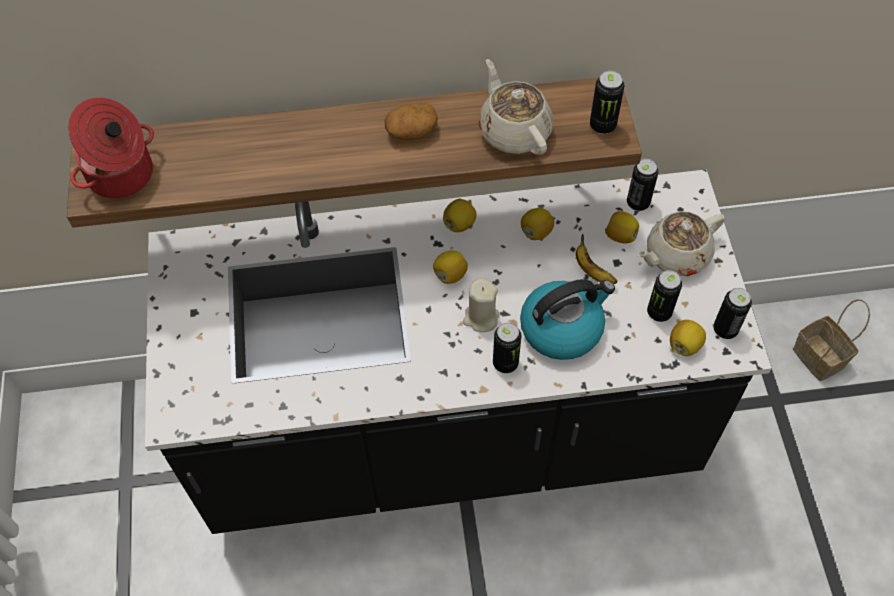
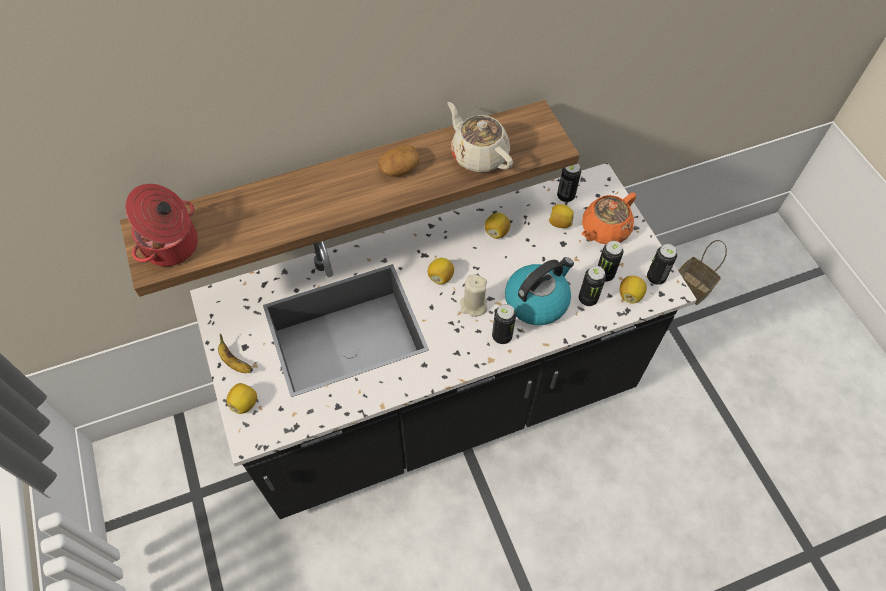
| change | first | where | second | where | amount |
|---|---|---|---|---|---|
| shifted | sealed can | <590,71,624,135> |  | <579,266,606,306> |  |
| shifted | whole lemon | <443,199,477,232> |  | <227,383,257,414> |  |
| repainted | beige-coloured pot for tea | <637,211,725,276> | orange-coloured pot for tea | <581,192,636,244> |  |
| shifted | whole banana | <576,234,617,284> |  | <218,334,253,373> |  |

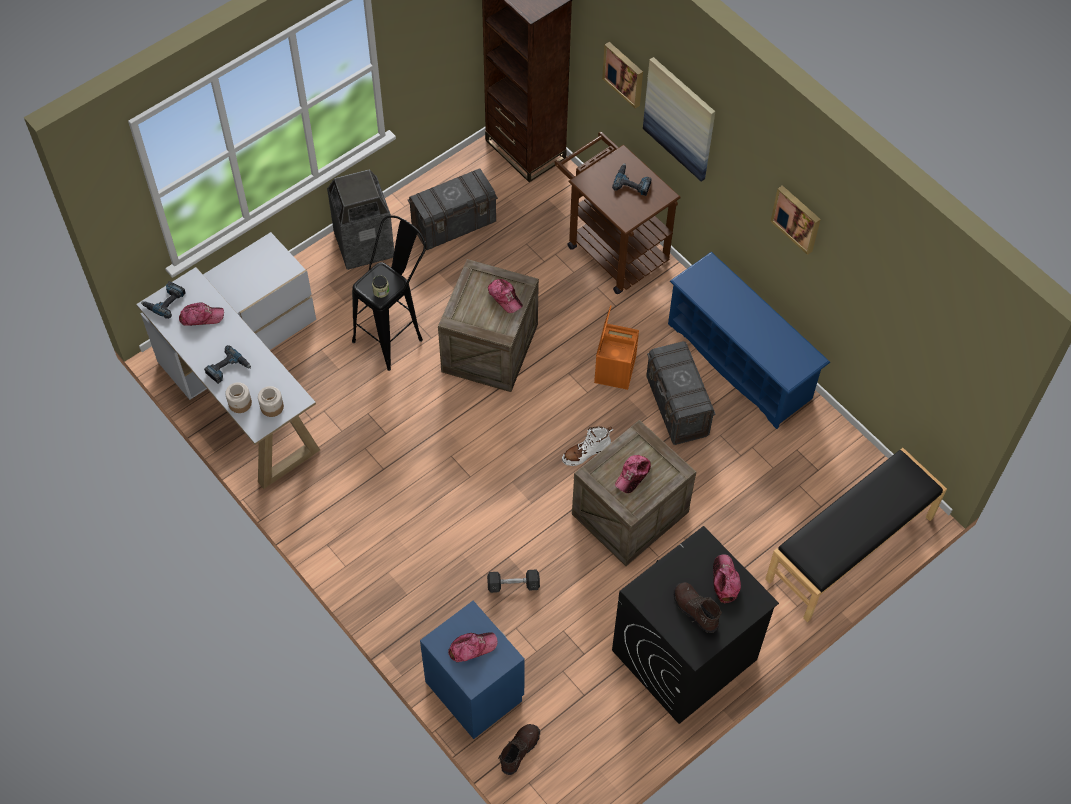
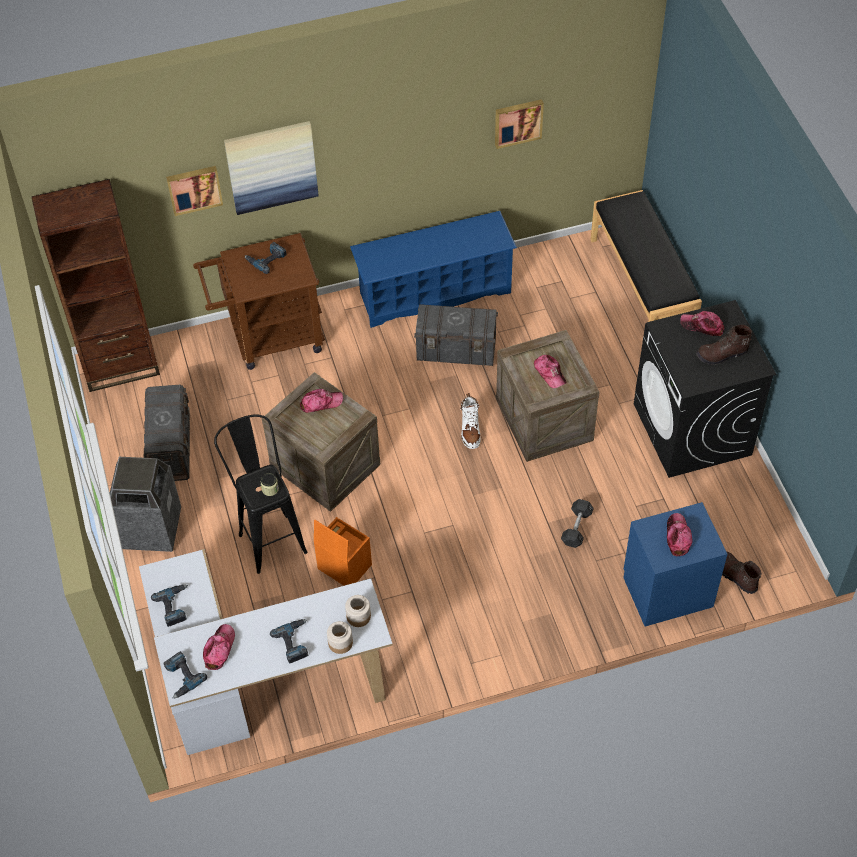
| change | first | where | second | where | amount |
|---|---|---|---|---|---|
| shifted | wall picture | <770,185,821,255> |  | <495,99,544,149> |  |
| shifted | orange-coloured storage bin | <594,305,639,390> |  | <314,517,372,586> |  |
| new |  |  | power drill | <151,584,188,627> |  |

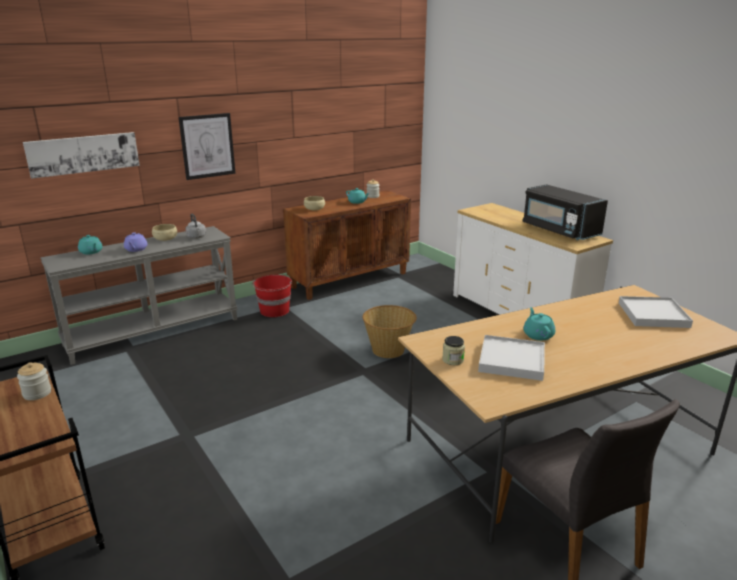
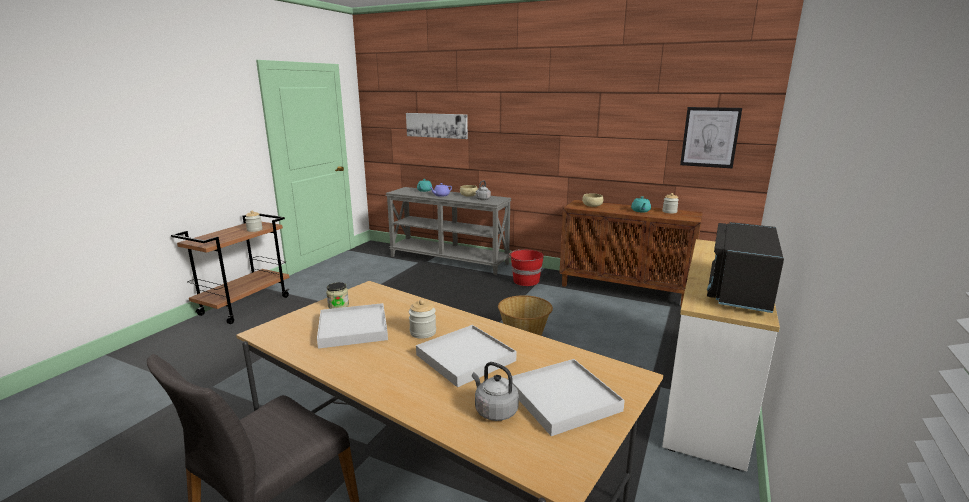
| change | first | where | second | where | amount |
|---|---|---|---|---|---|
| shifted | wall picture | <179,113,235,180> |  | <680,107,742,168> |  |
| swapped | blue-green pot for tea | <523,307,555,340> | storage jar | <409,300,436,339> |  |
| new |  |  | white-coloured carrying tray | <416,325,517,387> |  |
| new |  |  | greyish water kettle | <472,362,519,421> |  |

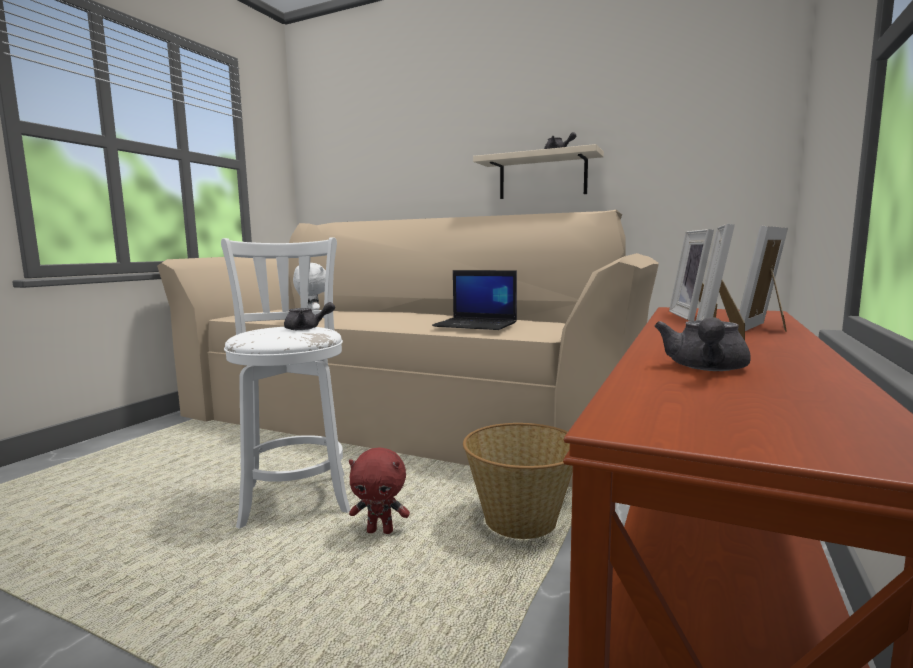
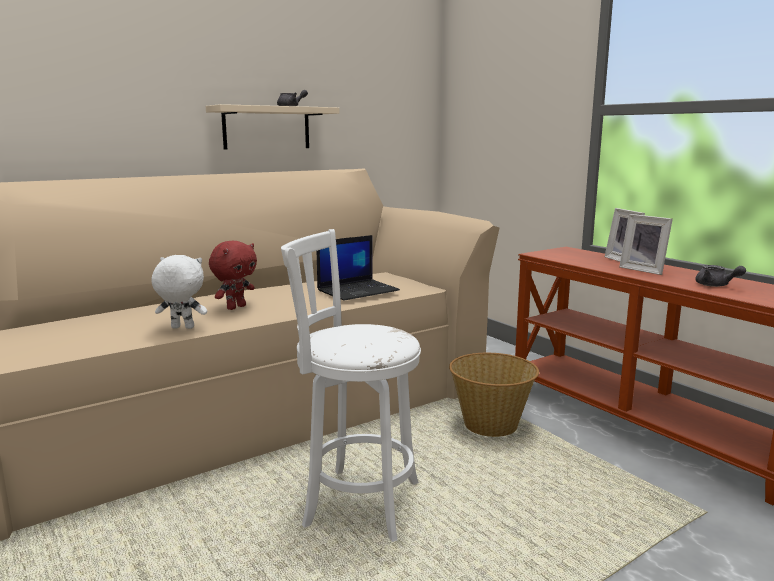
| change | first | where | second | where | amount |
|---|---|---|---|---|---|
| gone | standing frame | <669,229,717,321> |  |  |  |
| gone | greyish pot for tea | <284,302,335,330> |  |  |  |
| shifted | red plush toy | <349,448,410,534> |  | <209,241,257,310> |  |

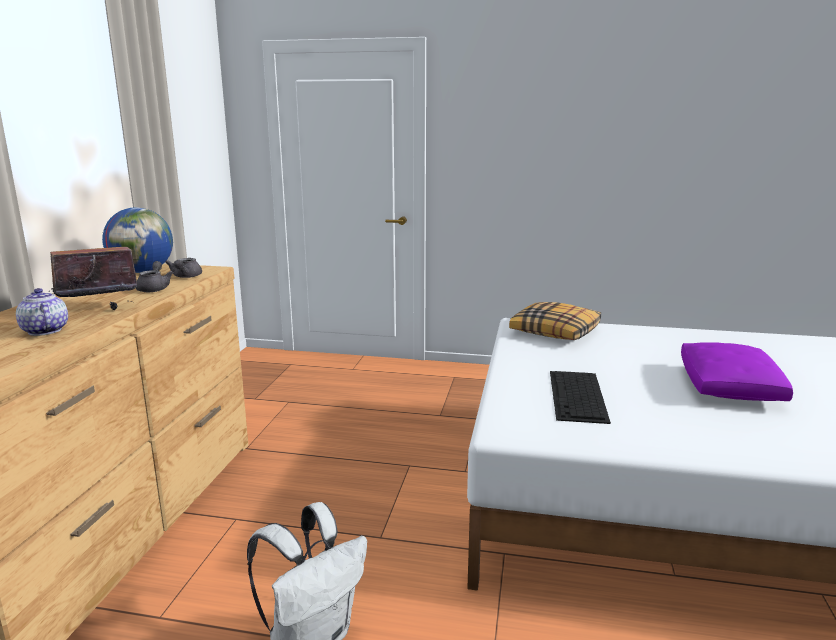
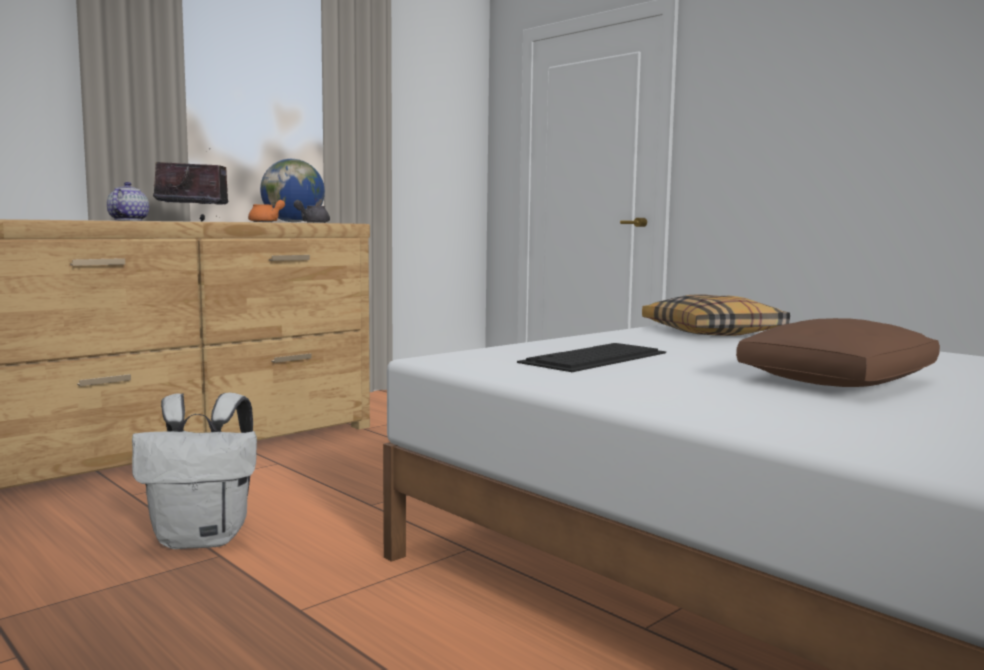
| change | first | where | second | where | amount |
|---|---|---|---|---|---|
| repainted | greyish pot for tea | <136,261,173,292> | orange-coloured pot for tea | <248,200,285,222> |  |
| repainted | purple throw pillow | <681,343,793,401> | brown-coloured throw pillow | <736,318,940,387> |  |

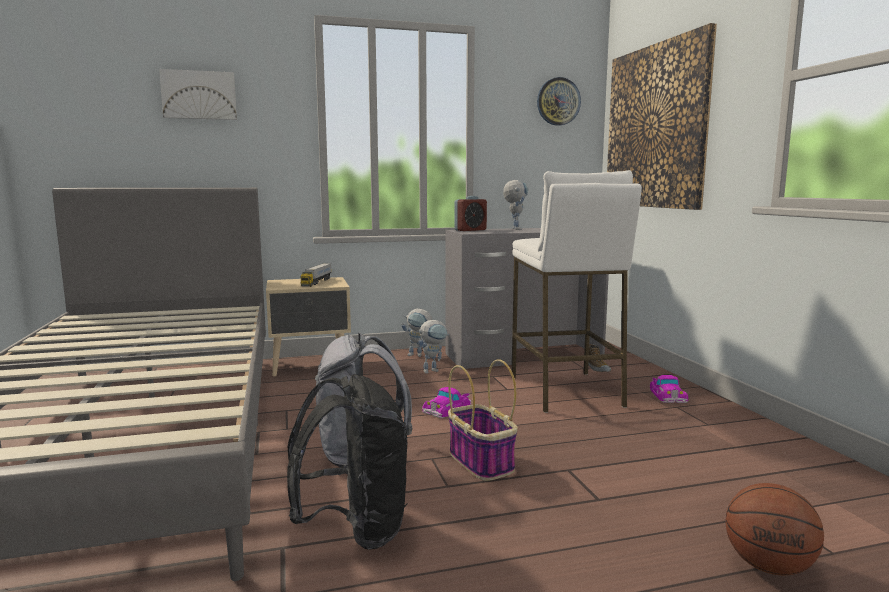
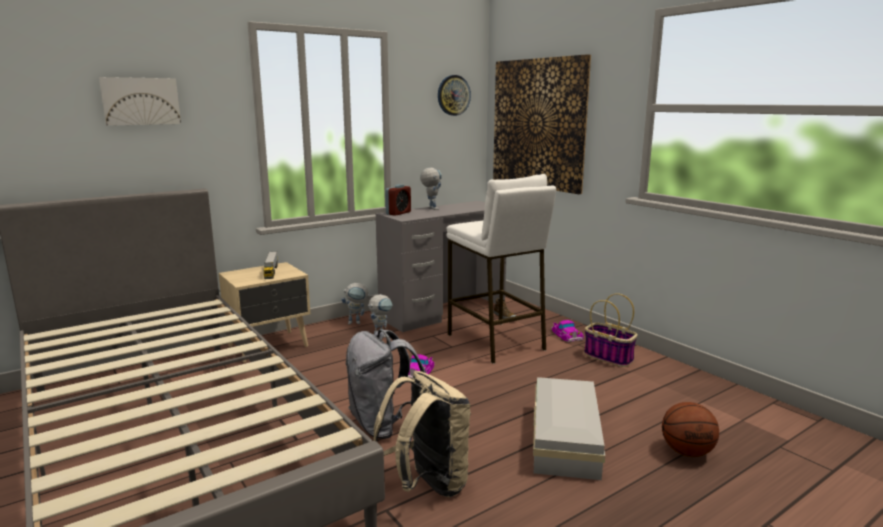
| change | first | where | second | where | amount |
|---|---|---|---|---|---|
| shifted | basket | <448,359,518,481> |  | <584,293,638,367> |  |
| repainted | black rucksack | <287,374,408,550> | beige-coloured rucksack | <374,371,471,497> |  |
| new |  |  | white-coloured storage bin | <533,377,605,480> |  |

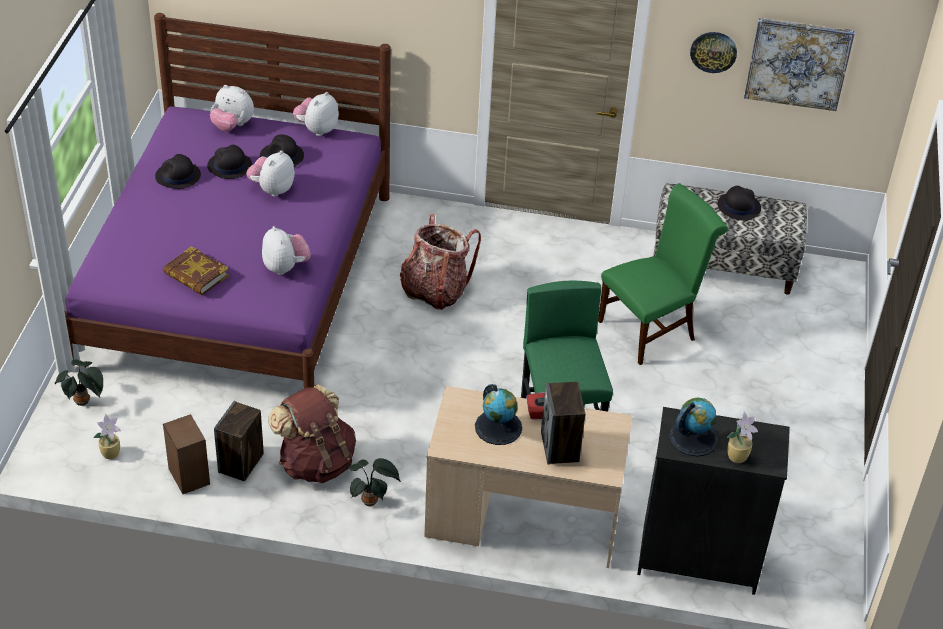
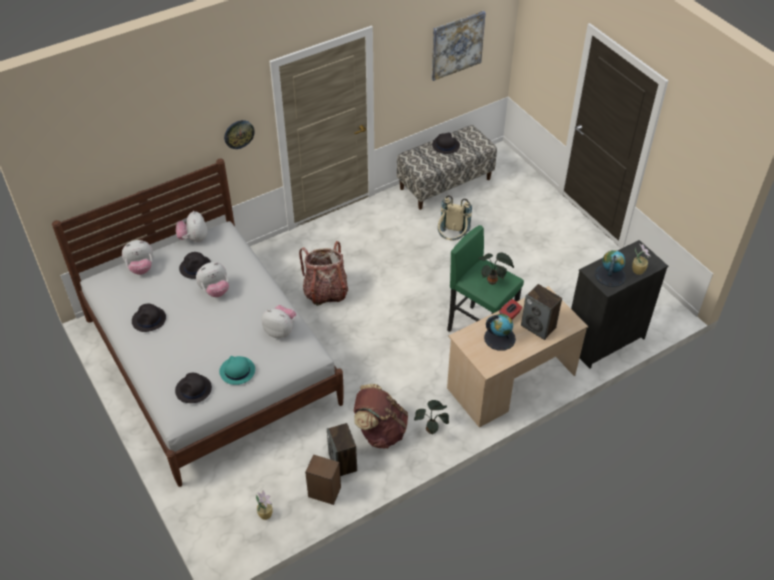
| change | first | where | second | where | amount |
|---|---|---|---|---|---|
| repainted | purple sleeping bed | <64,13,391,389> | white-coloured sleeping bed | <52,159,344,487> |  |
| shifted | wall clock | <690,32,737,73> |  | <224,120,255,149> |  |
| shifted | black clothing hat | <207,145,252,179> |  | <175,373,212,403> |  |
| rotated | plush toy | <246,150,295,197> |  | <196,262,229,297> | 105 degrees counterclockwise |
| swapped | green-coloured chair | <598,183,728,365> | beige-coloured rucksack | <438,196,472,241> |  |
| swapped | bound book | <163,246,229,295> | blue-green clothing hat | <219,356,255,385> |  |
| shifted | plant in a pot | <55,359,103,406> |  | <478,253,514,285> |  |

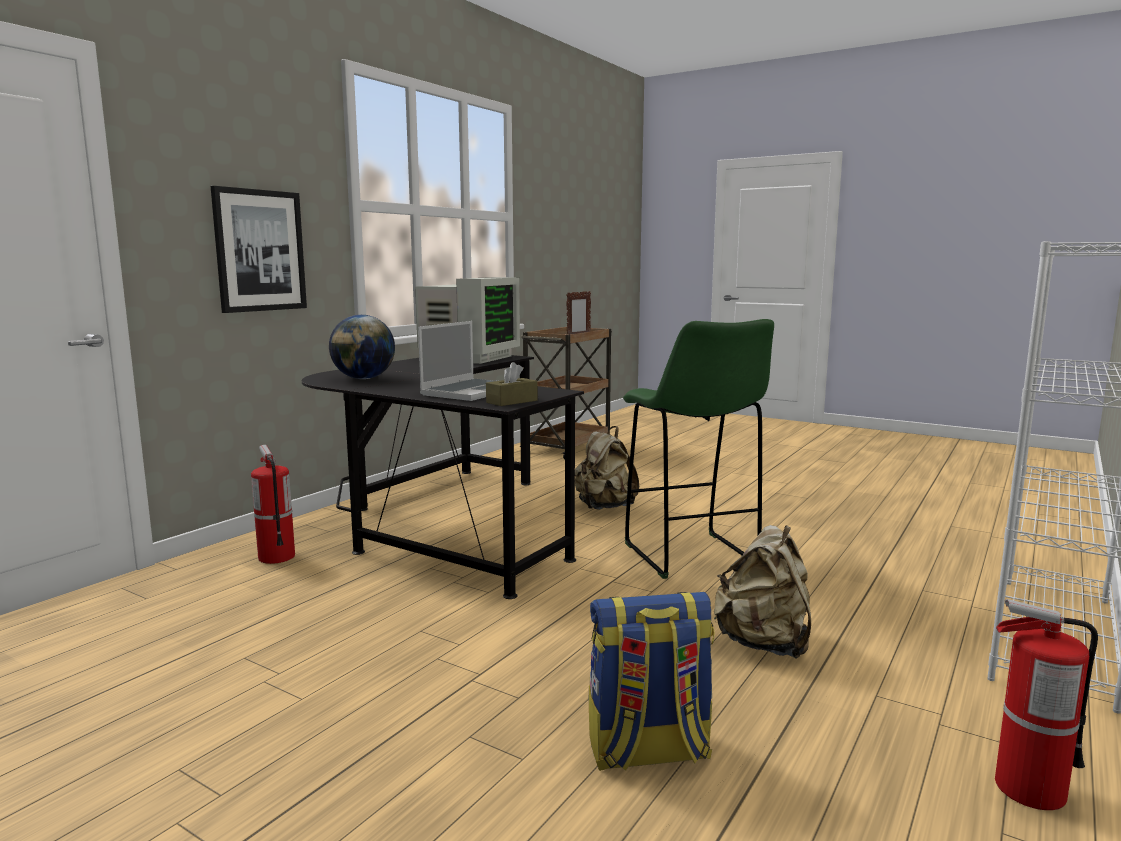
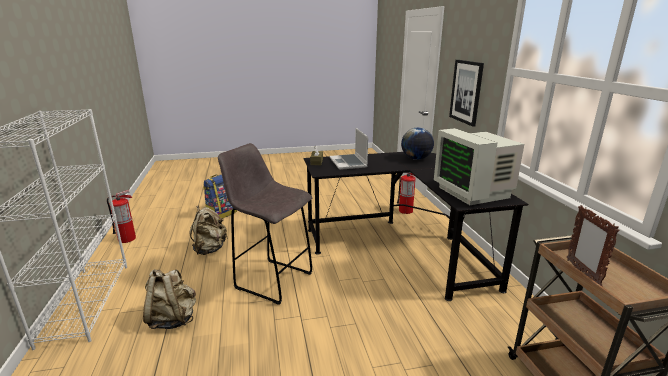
| change | first | where | second | where | amount |
|---|---|---|---|---|---|
| repainted | green-coloured sitting stool | <623,319,774,579> | greyish sitting stool | <218,143,312,305> |  |
| shifted | beige-coloured rucksack | <575,426,639,510> |  | <143,269,196,329> |  |

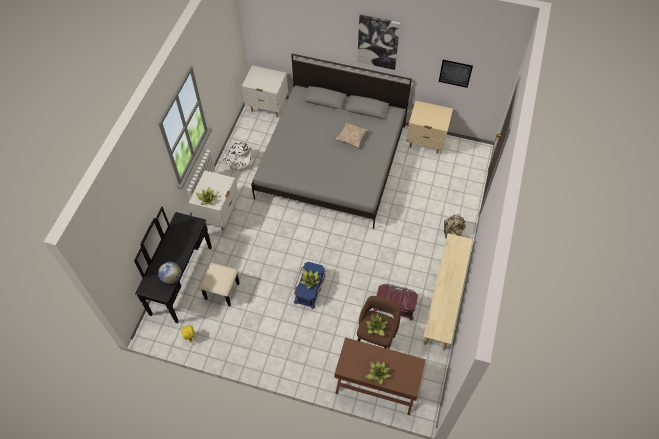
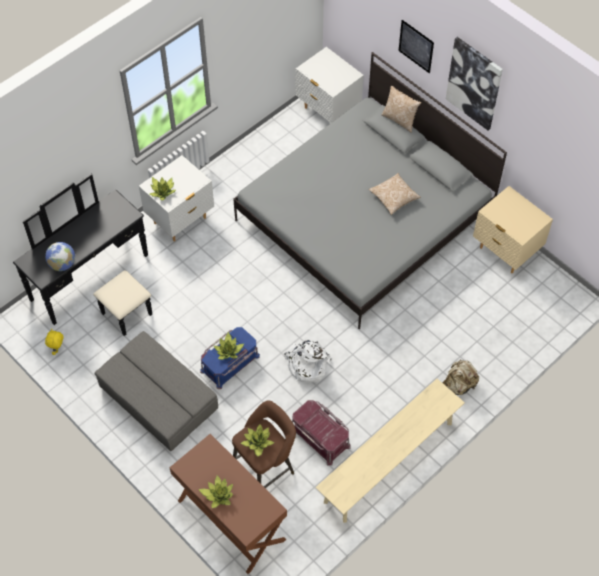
| change | first | where | second | where | amount |
|---|---|---|---|---|---|
| shifted | wall picture | <439,60,473,88> |  | <399,20,434,73> |  |
| shifted | white-coloured rucksack | <224,141,253,171> |  | <284,340,332,383> |  |
| new |  |  | throw pillow | <381,86,421,133> |  |
| new |  |  | greyish footrest | <94,331,218,451> |  |

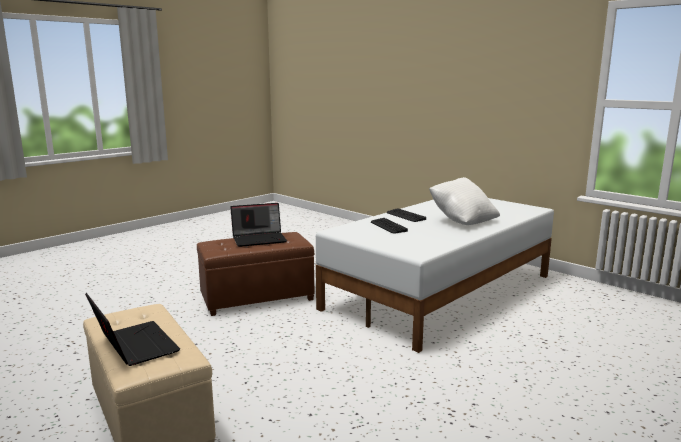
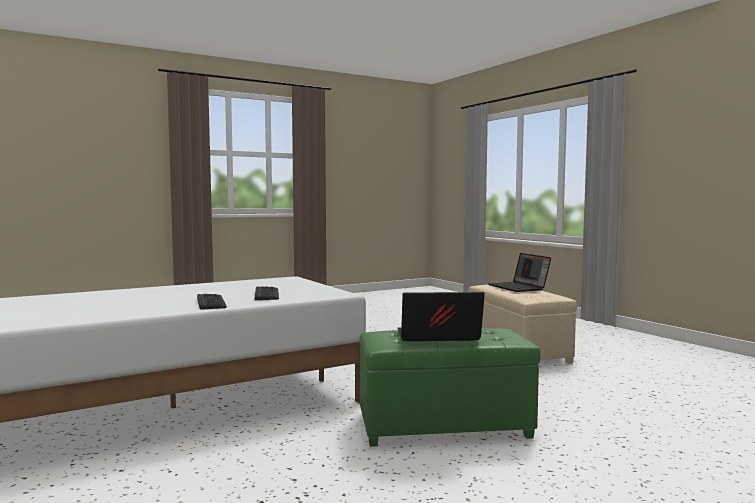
| change | first | where | second | where | amount |
|---|---|---|---|---|---|
| gone | white-coloured throw pillow | <429,177,500,225> |  |  |  |
| repainted | brown-coloured footrest | <197,232,314,316> | green-coloured footrest | <359,328,541,447> |  |

